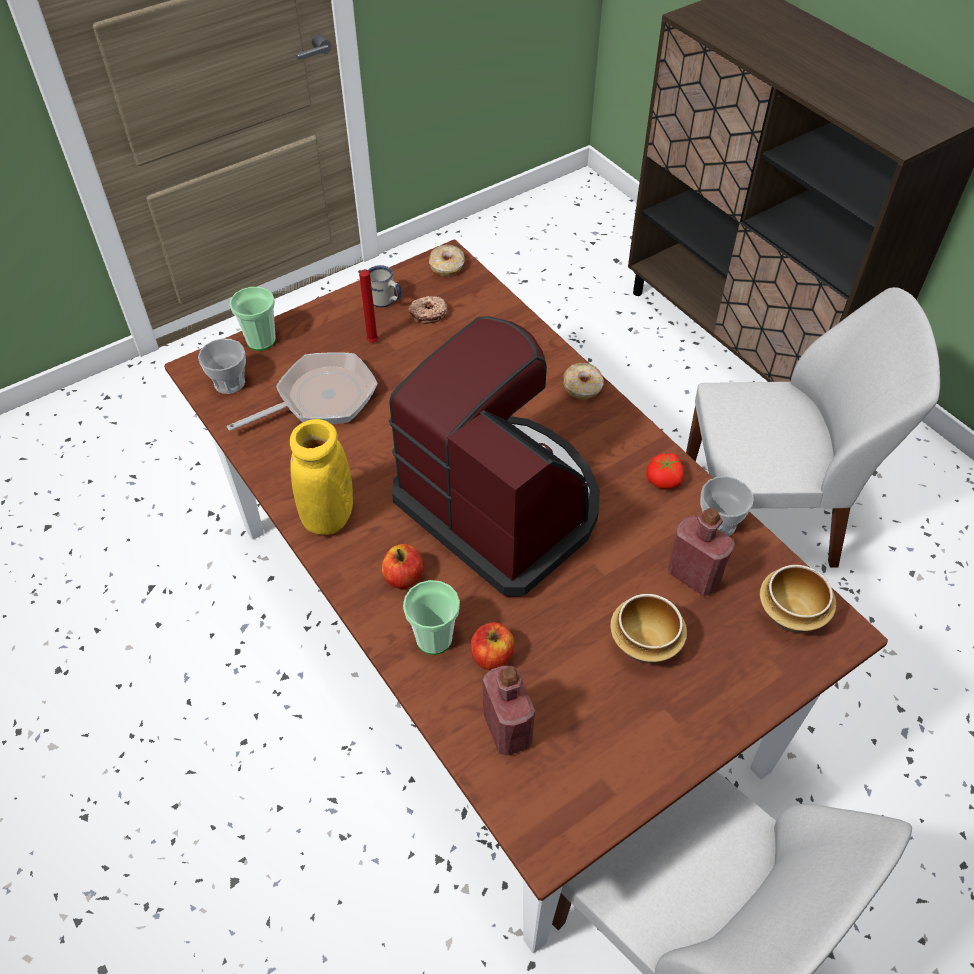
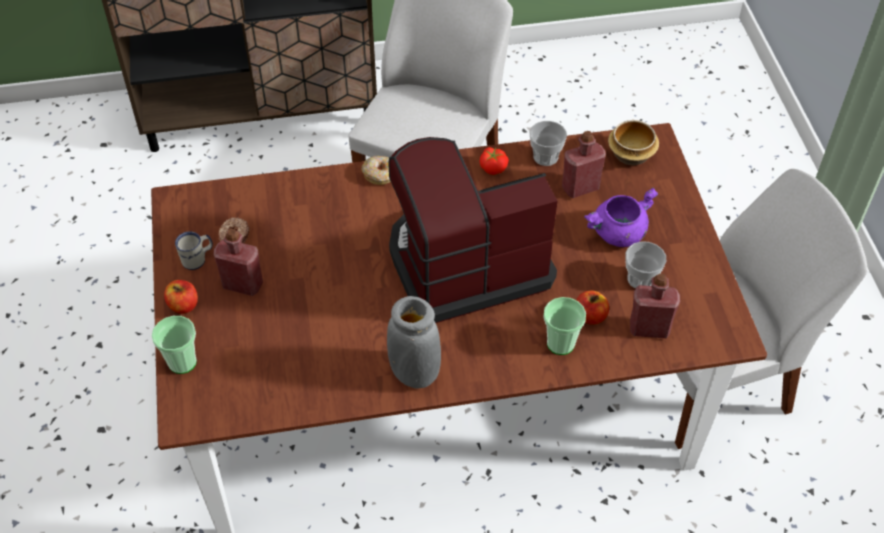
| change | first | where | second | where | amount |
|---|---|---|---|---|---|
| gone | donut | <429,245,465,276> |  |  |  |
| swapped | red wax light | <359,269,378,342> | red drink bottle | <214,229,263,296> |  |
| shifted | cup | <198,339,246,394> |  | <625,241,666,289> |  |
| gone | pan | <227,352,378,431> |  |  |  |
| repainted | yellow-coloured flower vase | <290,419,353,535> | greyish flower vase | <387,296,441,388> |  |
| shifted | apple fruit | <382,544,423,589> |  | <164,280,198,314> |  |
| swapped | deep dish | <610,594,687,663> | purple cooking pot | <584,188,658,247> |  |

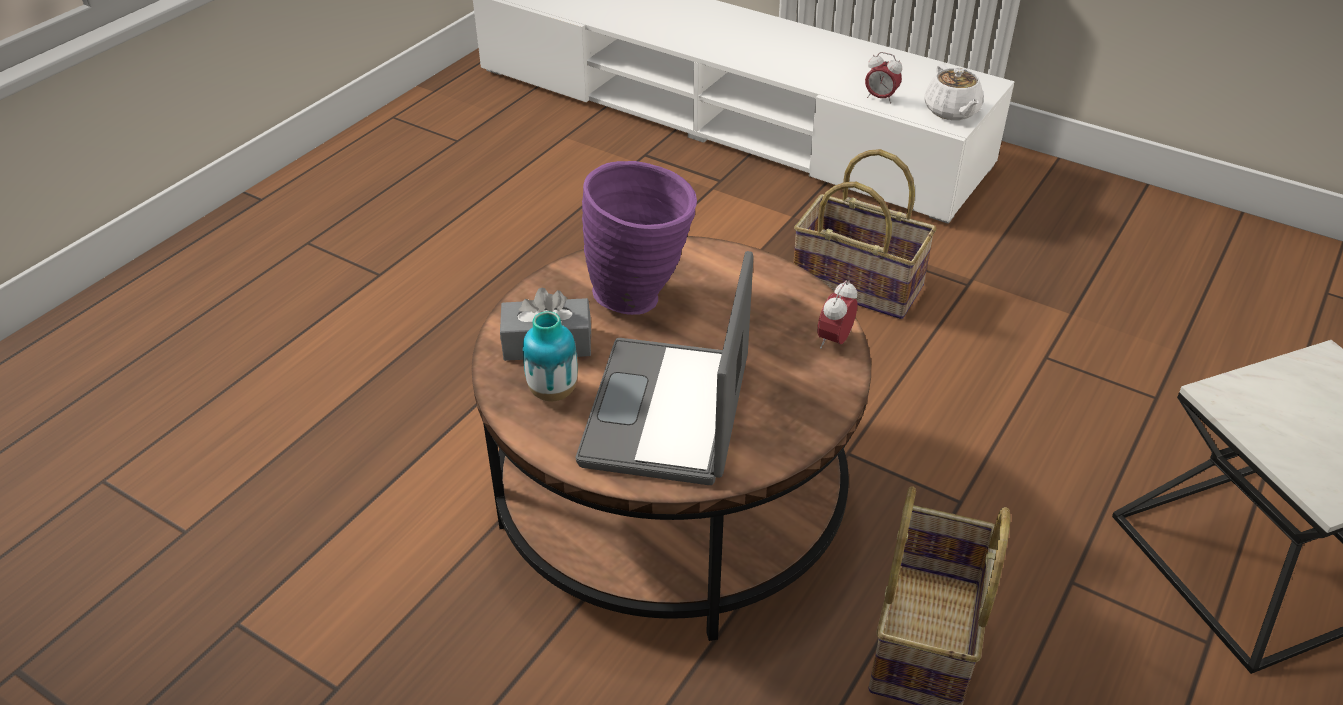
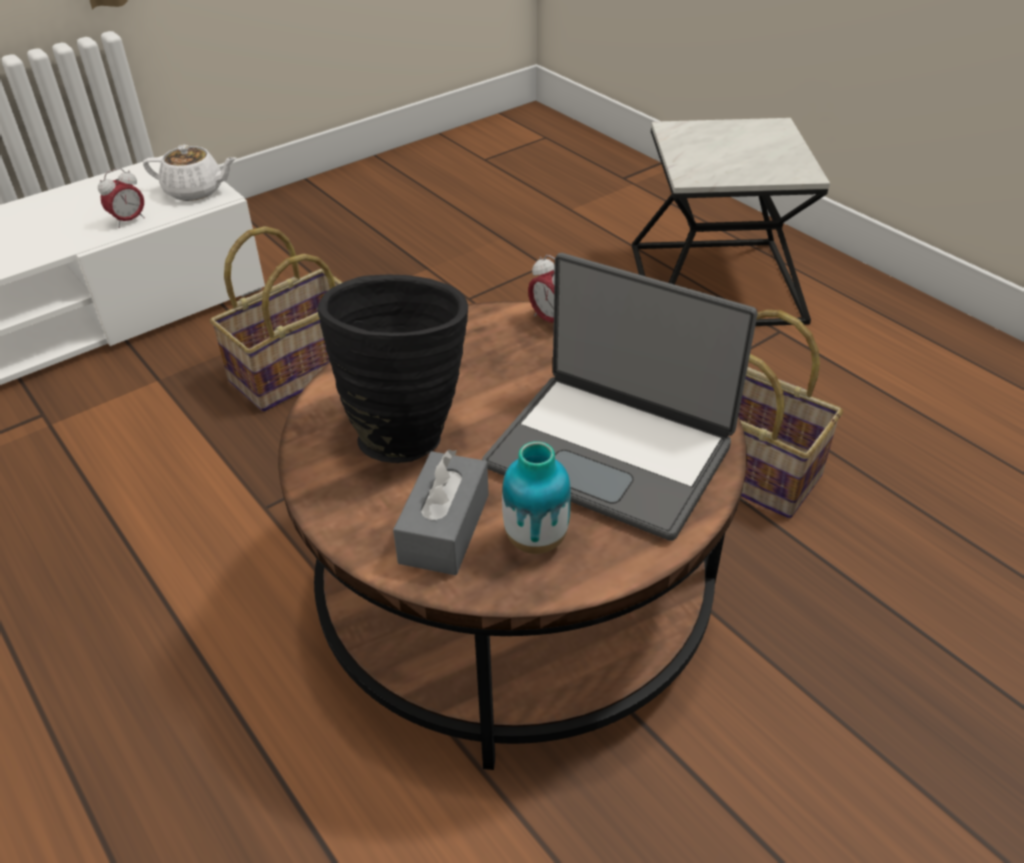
| change | first | where | second | where | amount |
|---|---|---|---|---|---|
| repainted | purple flower vase | <582,161,697,315> | black flower vase | <318,274,468,463> |  |

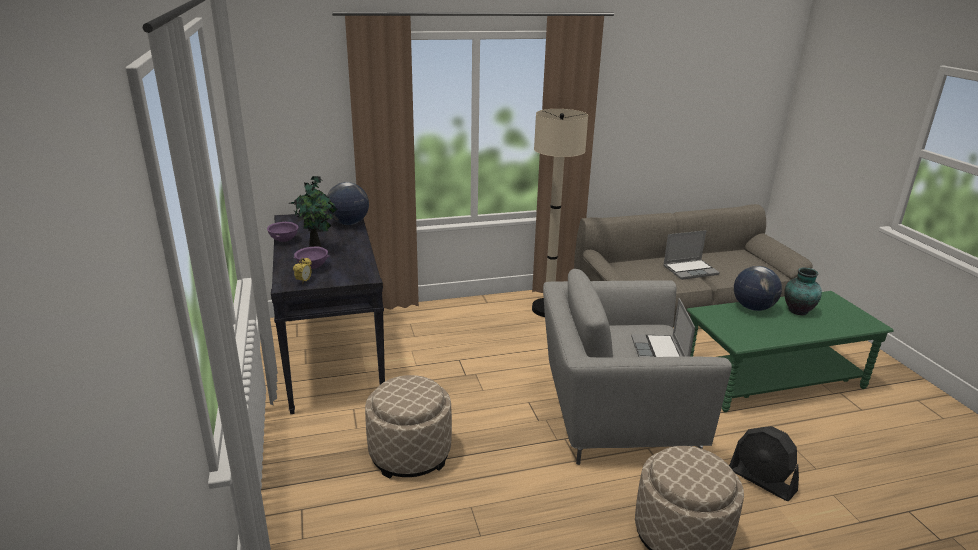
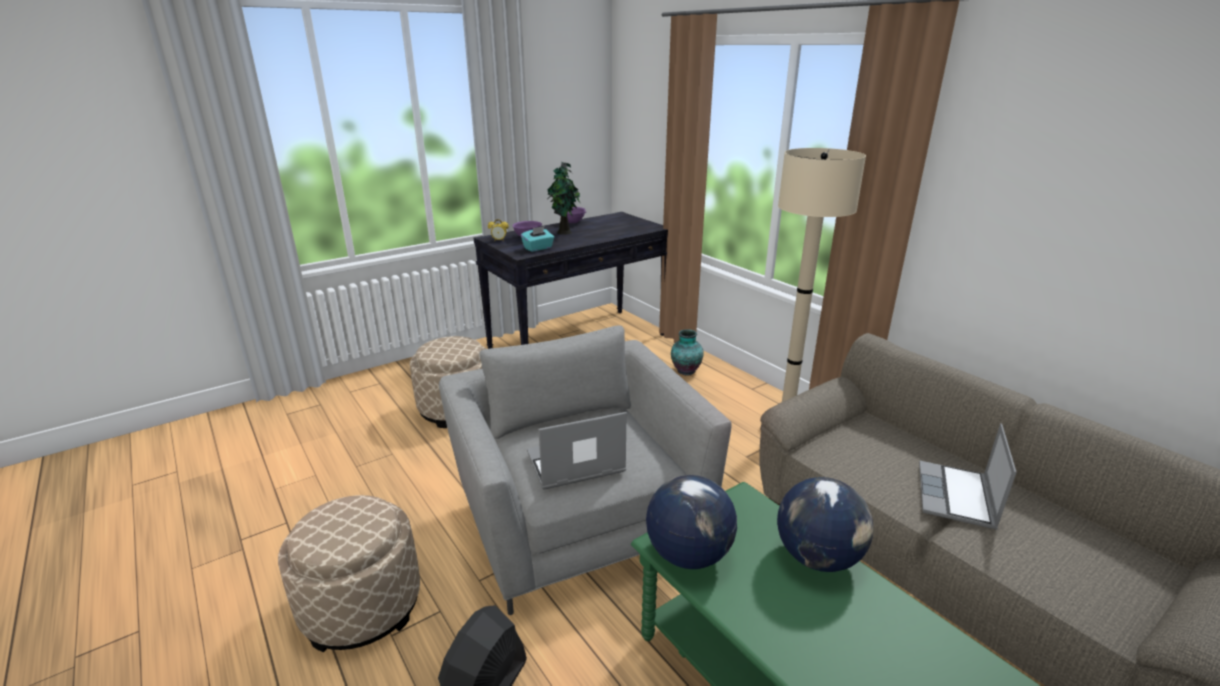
| change | first | where | second | where | amount |
|---|---|---|---|---|---|
| shifted | world globe | <327,182,369,225> |  | <646,475,737,569> |  |
| rotated | notebook computer | <663,230,720,280> |  | <919,423,1017,529> | 60 degrees clockwise |
| shifted | flower vase | <784,268,822,315> |  | <671,329,704,376> |  |
| new |  |  | blue-green tissue box | <521,226,554,252> |  |

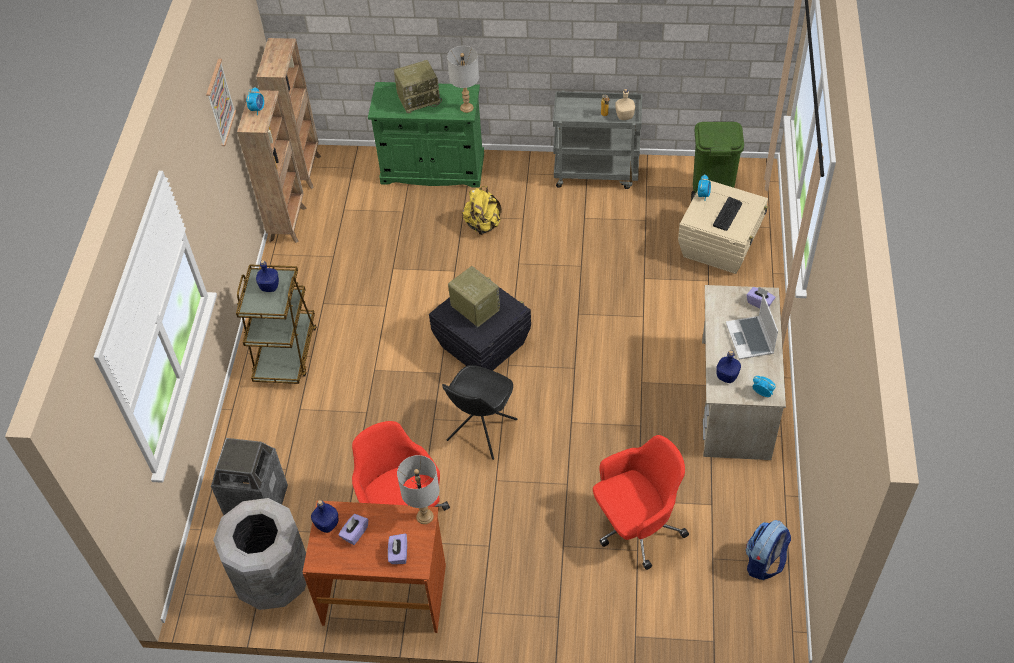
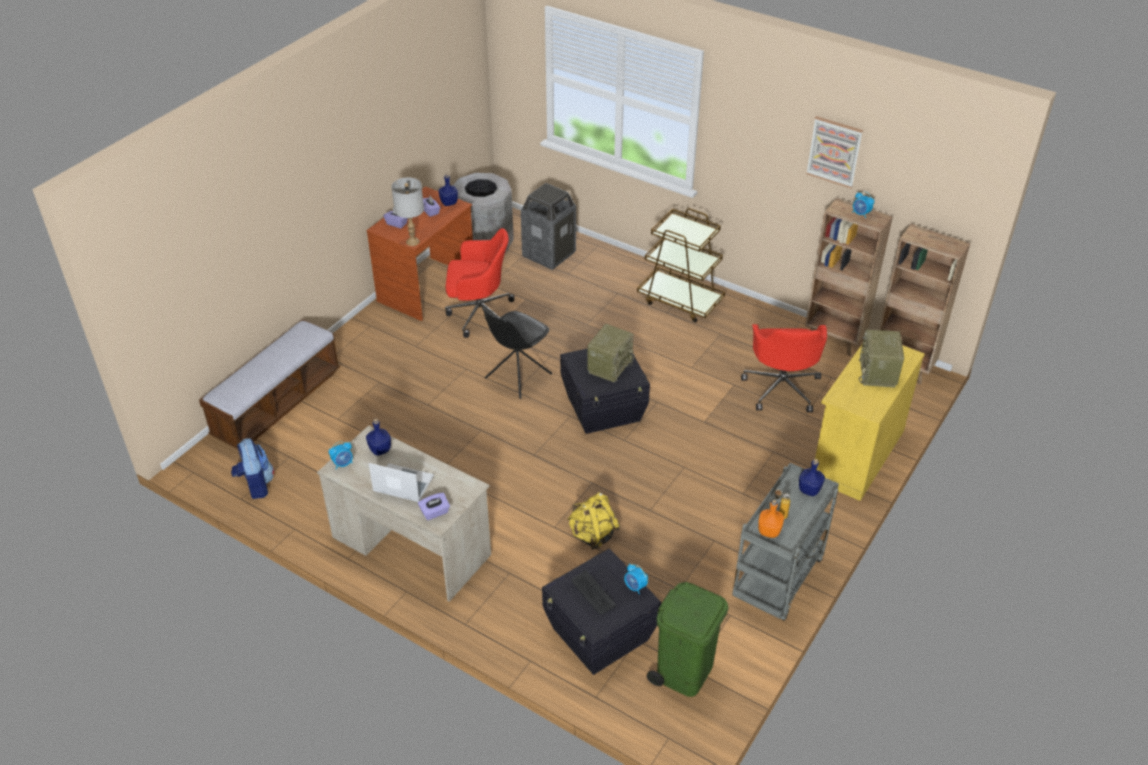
| change | first | where | second | where | amount |
|---|---|---|---|---|---|
| gone | greyish table lamp | <447,46,479,113> |  |  |  |
| repainted | green-coloured cabinet | <368,82,484,188> | yellow-coloured cabinet | <815,343,925,501> |  |
| repainted | beige-coloured drink bottle | <615,89,635,120> | orange-coloured drink bottle | <758,500,784,538> |  |
| repainted | beige-coloured storage bin | <678,179,768,274> | black storage bin | <542,549,661,675> |  |
| shifted | yellow-coloured rucksack | <462,186,502,235> |  | <567,492,620,550> |  |
| shifted | blue drink bottle | <256,260,279,292> |  | <799,459,825,496> |  |
| rotated | radio | <448,266,500,327> |  | <587,324,635,383> | 45 degrees counterclockwise |
| rotated | black chair | <442,365,518,460> |  | <482,307,552,399> | 105 degrees counterclockwise |
| shifted | red computer chair | <593,435,689,570> |  | <741,324,827,412> |  |
| new |  |  | indoor bench | <199,319,340,449> |  |

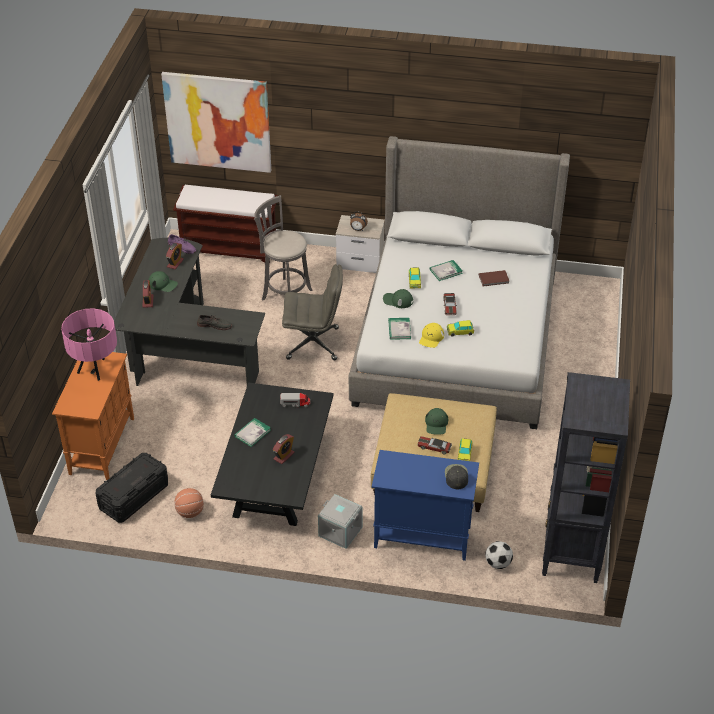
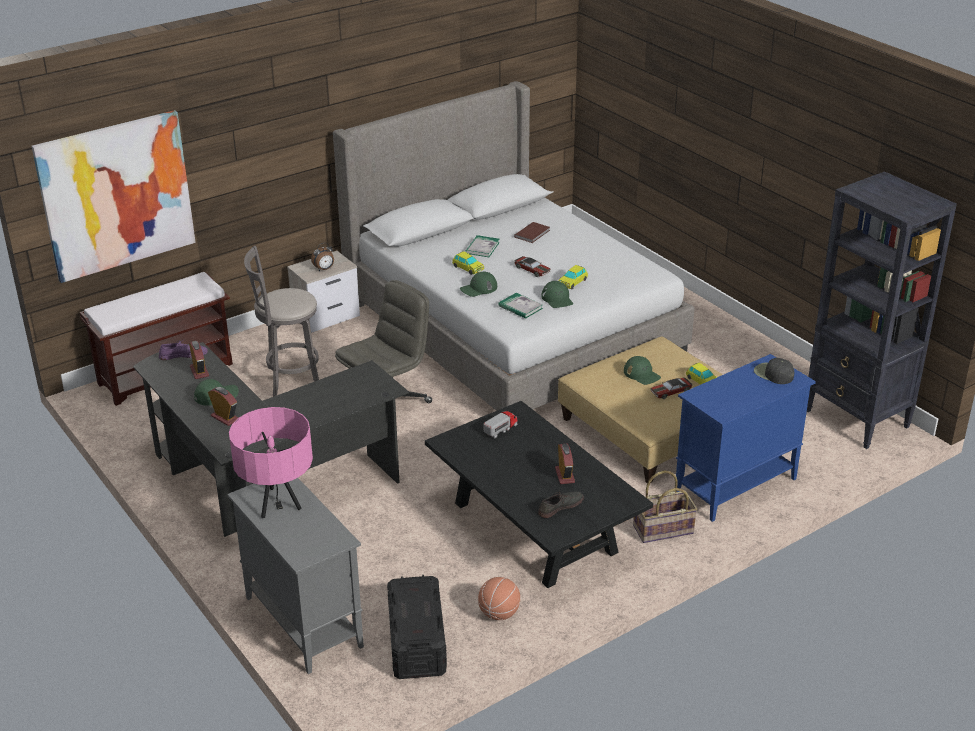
| change | first | where | second | where | amount |
|---|---|---|---|---|---|
| shifted | greyish item of footwear | <197,315,232,330> |  | <538,490,584,518> |  |
| repainted | yellow-coloured cap | <419,323,444,348> | green-coloured cap | <541,281,573,308> |  |
| repainted | orange-coloured cabinet | <52,352,134,480> | greyish cabinet | <227,478,364,674> |  |
| gone | bound book | <235,418,271,447> |  |  |  |
| swapped | greyish storage bin | <318,494,363,549> | basket | <633,470,697,543> |  |
| gone | football | <485,541,513,569> |  |  |  |

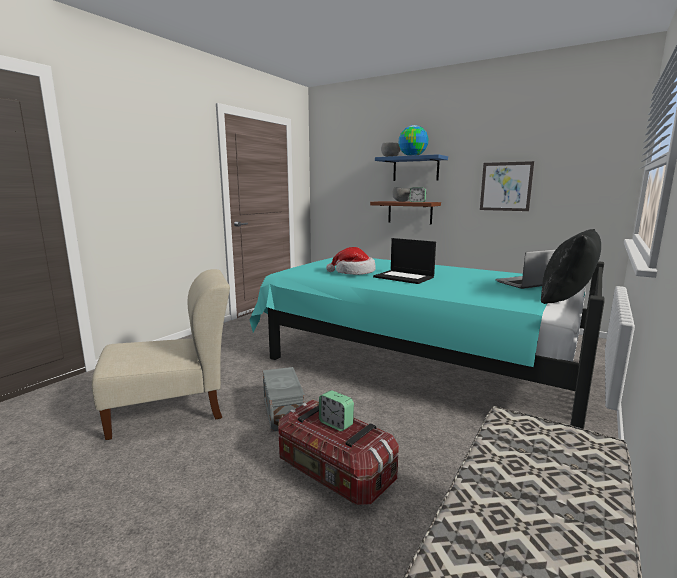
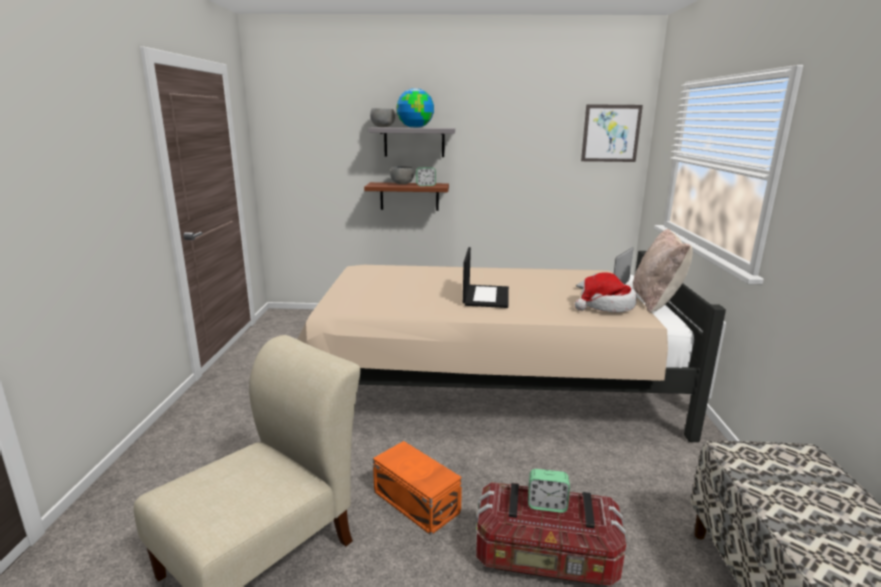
| change | first | where | second | where | amount |
|---|---|---|---|---|---|
| repainted | blue wall shelf | <375,154,448,181> | greyish wall shelf | <368,127,455,157> |  |
| shifted | wall picture | <480,161,534,211> |  | <581,104,643,162> |  |
| repainted | black throw pillow | <541,229,601,304> | beige-coloured throw pillow | <633,229,693,312> |  |
| rotated | notebook computer | <373,238,436,284> |  | <463,247,509,308> | 90 degrees counterclockwise |
| shifted | clothing hat | <326,247,376,275> |  | <575,272,637,312> |  |
| repainted | blue-green sleeping bed | <250,257,605,429> | beige-coloured sleeping bed | <297,251,726,442> |  |
| repainted | greyish storage bin | <263,367,305,432> | orange-coloured storage bin | <373,441,462,535> |  |

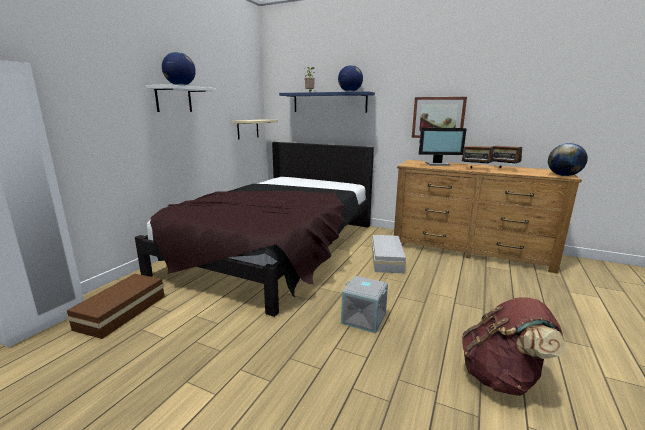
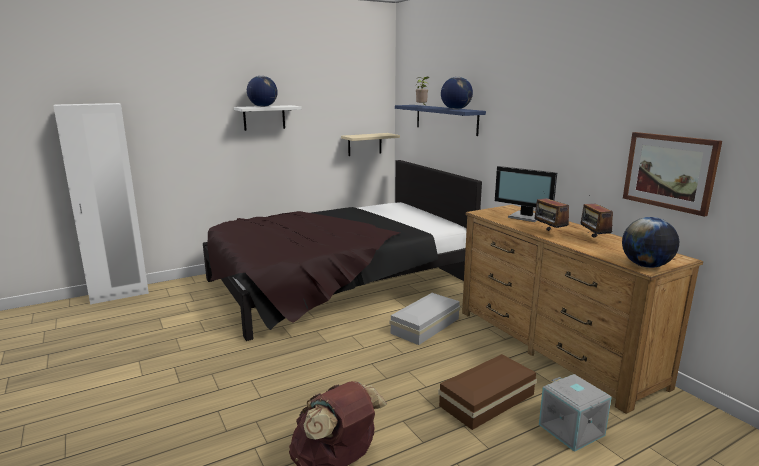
| change | first | where | second | where | amount |
|---|---|---|---|---|---|
| shifted | wall picture | <412,97,467,138> |  | <623,132,722,217> |  |
| shifted | brown-coloured storage bin | <67,274,165,339> |  | <438,354,537,430> |  |
| shifted | greyish storage bin | <341,276,388,333> |  | <539,374,611,452> |  |

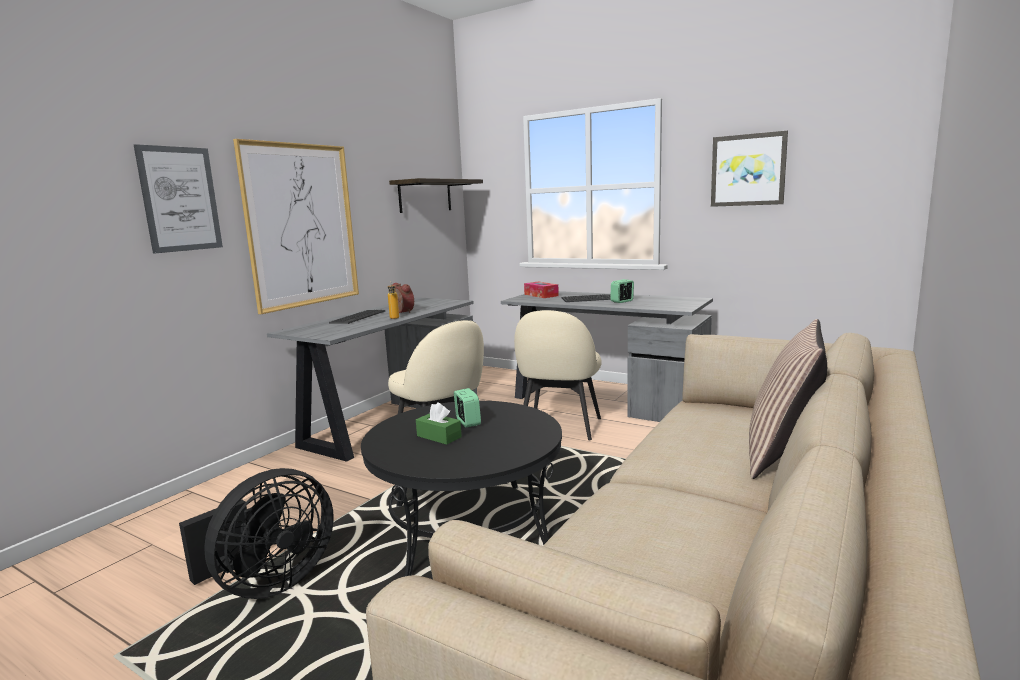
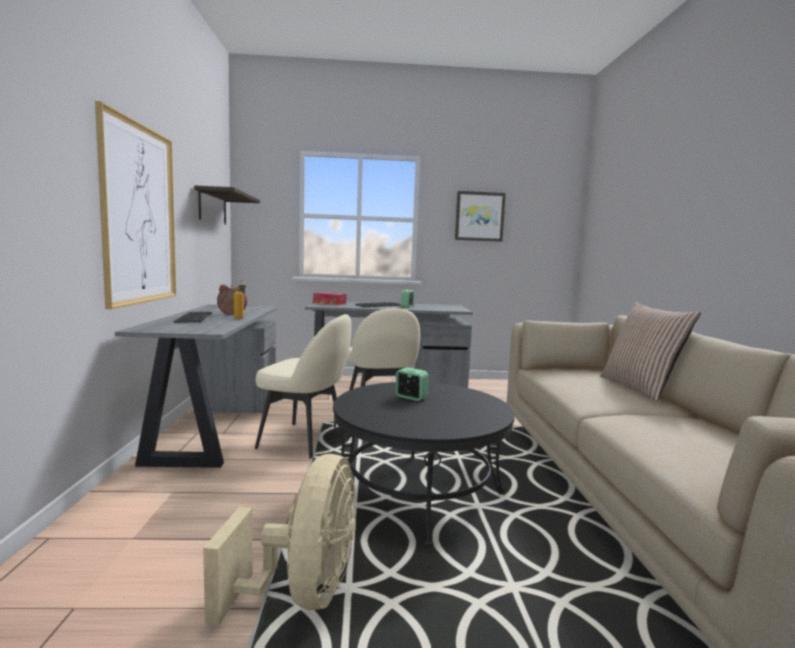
| change | first | where | second | where | amount |
|---|---|---|---|---|---|
| gone | wall picture | <134,144,223,254> |  |  |  |
| gone | green-coloured tissue box | <416,402,462,445> |  |  |  |
| repainted | black electric fan | <179,468,334,599> | beige-coloured electric fan | <203,454,356,625> |  |

